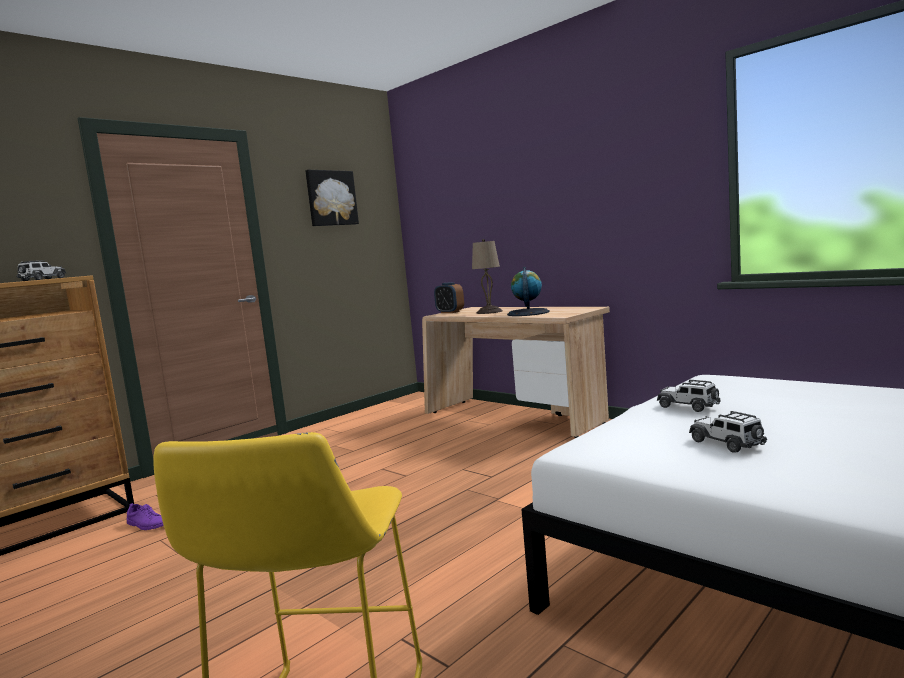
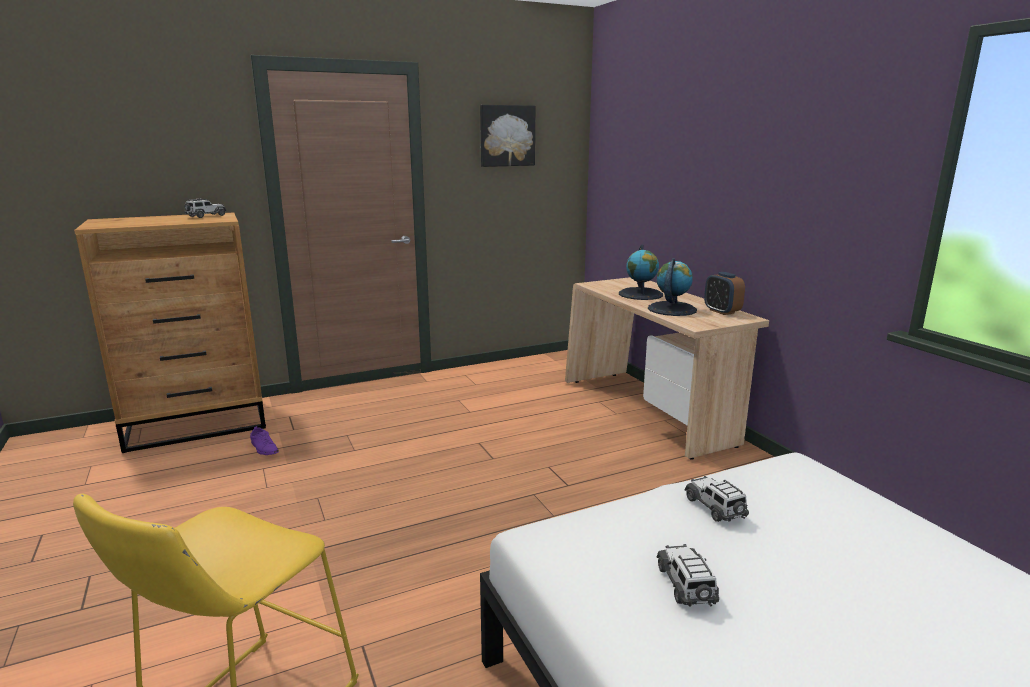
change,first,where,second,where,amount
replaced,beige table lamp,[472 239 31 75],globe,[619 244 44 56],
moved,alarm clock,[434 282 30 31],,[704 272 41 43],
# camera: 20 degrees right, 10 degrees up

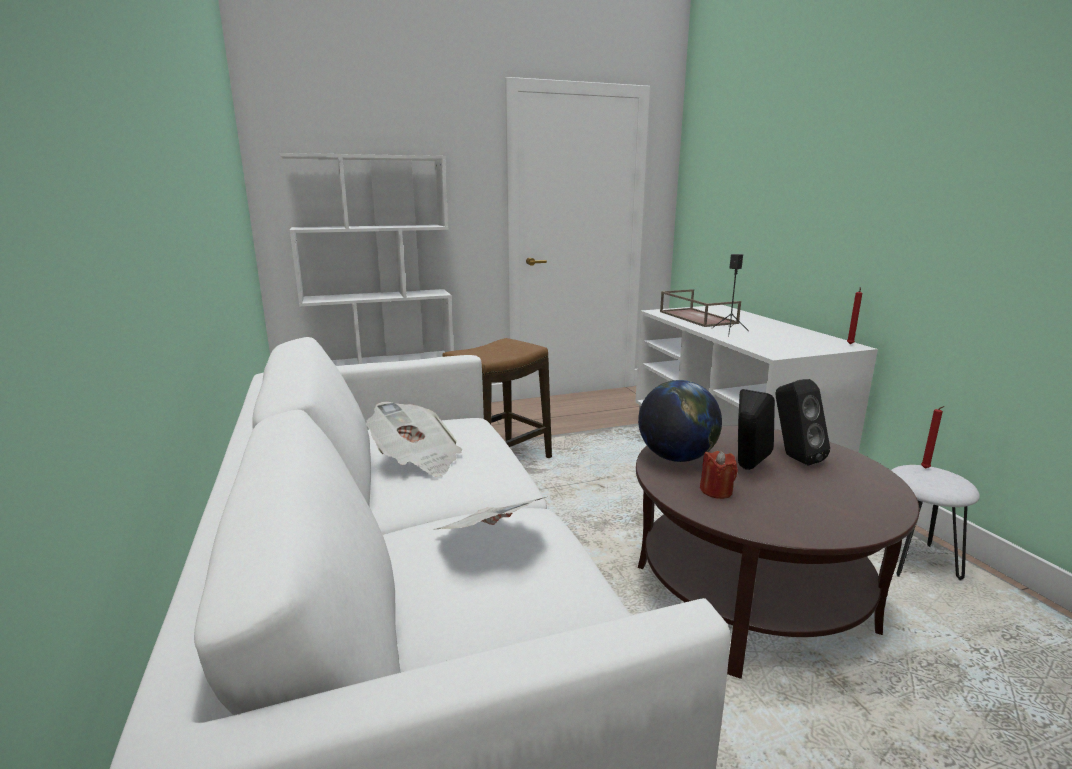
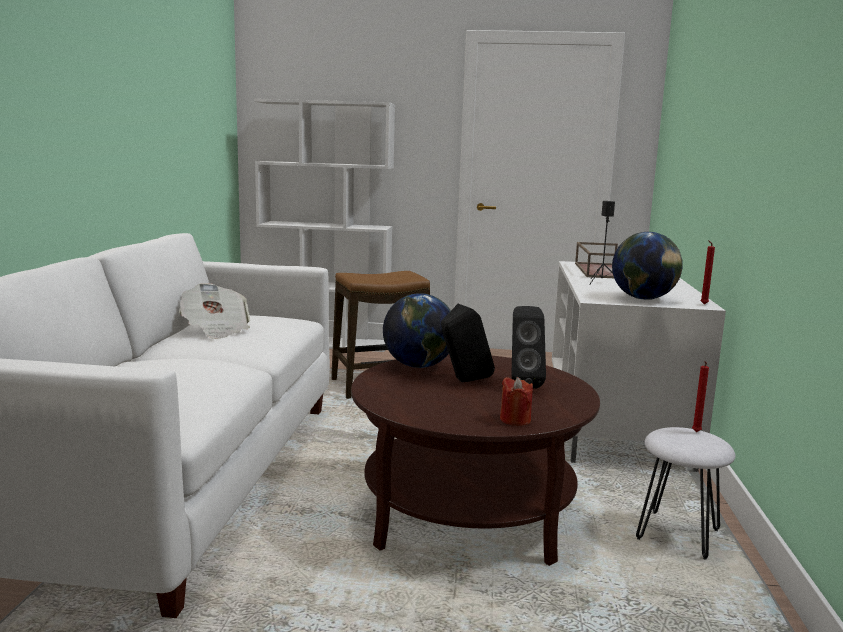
change,first,where,second,where,amount
moved,red candle,[700 451 38 48],,[500 377 33 49],
added,,,globe,[612 232 71 68],
removed,newspaper,[435 497 111 33],,,
# camera: 25 degrees right, 5 degrees down

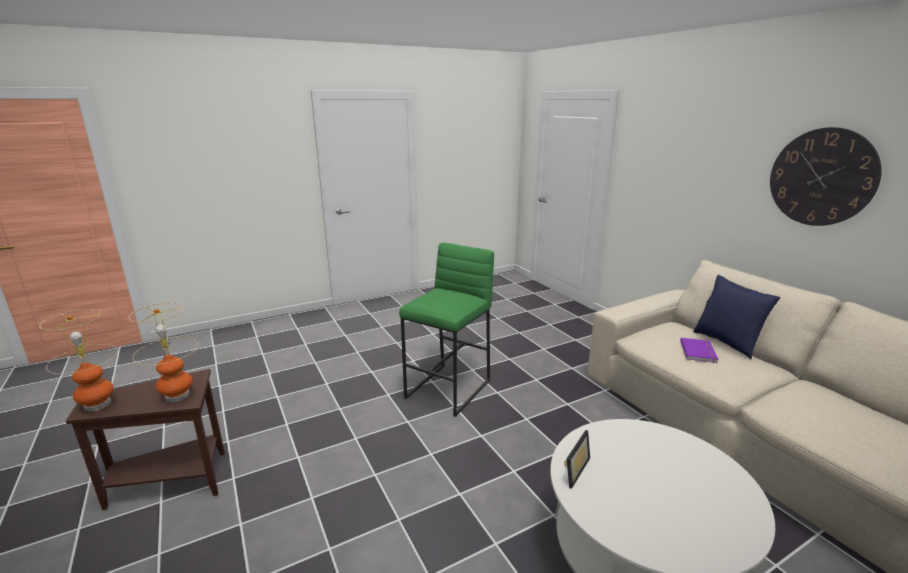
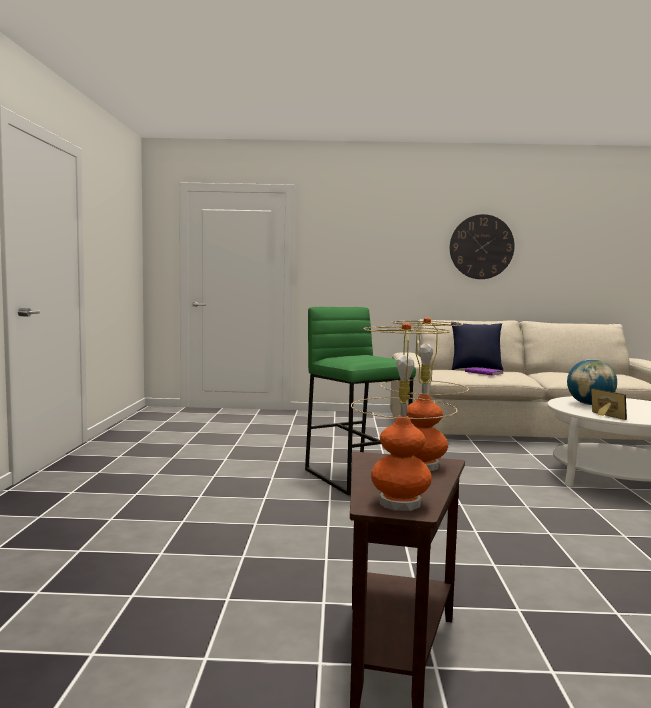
change,first,where,second,where,amount
added,,,globe,[567 359 50 46],
# camera: 60 degrees left, 15 degrees down

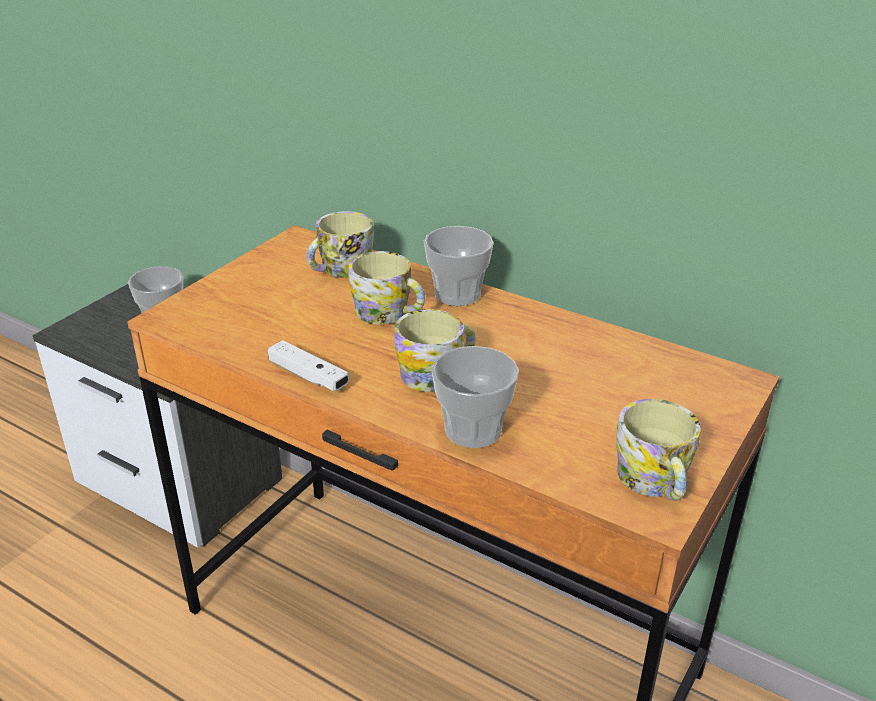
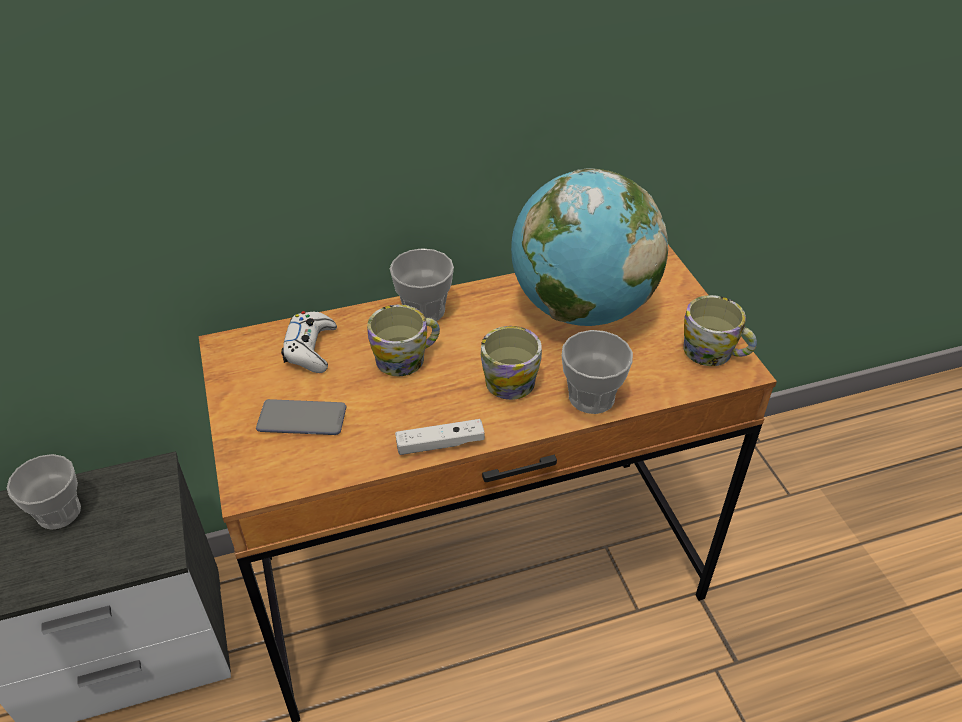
change,first,where,second,where,amount
added,,,phone,[256 399 90 36],
replaced,mug,[307 211 67 67],white game controller,[281 311 56 62],
added,,,globe,[511 168 157 158],
# camera: 50 degrees left, 10 degrees up

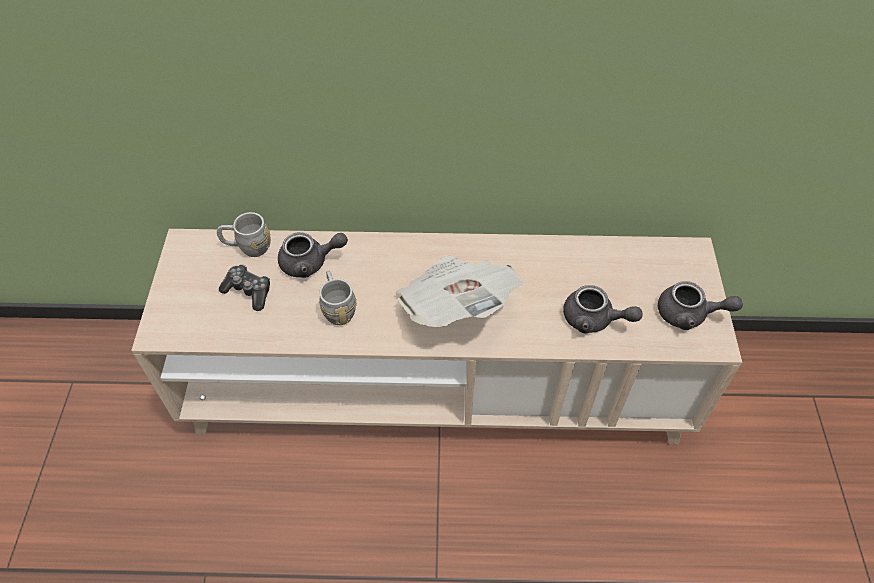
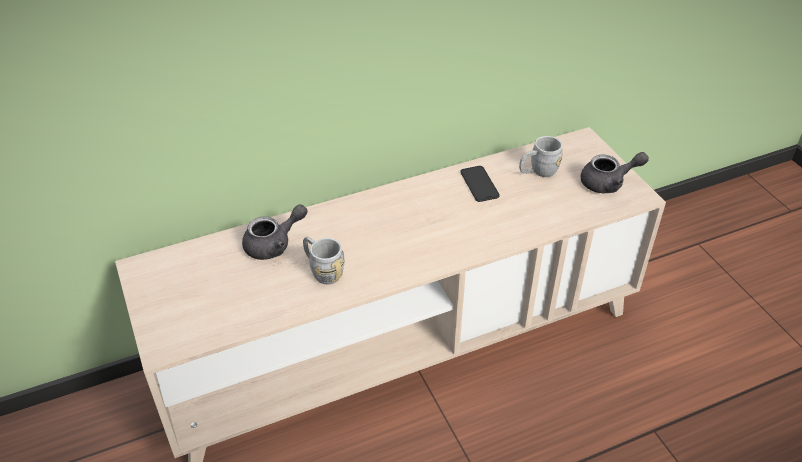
change,first,where,second,where,amount
added,,,phone,[460 166 40 36],
moved,grey mug,[217 212 54 45],,[519 136 44 41],
removed,game controller,[219 264 51 47],,,
removed,newspaper,[396 256 127 71],,,
removed,grey teapot,[563 285 80 49],,,
# camera: 25 degrees left, 10 degrees down

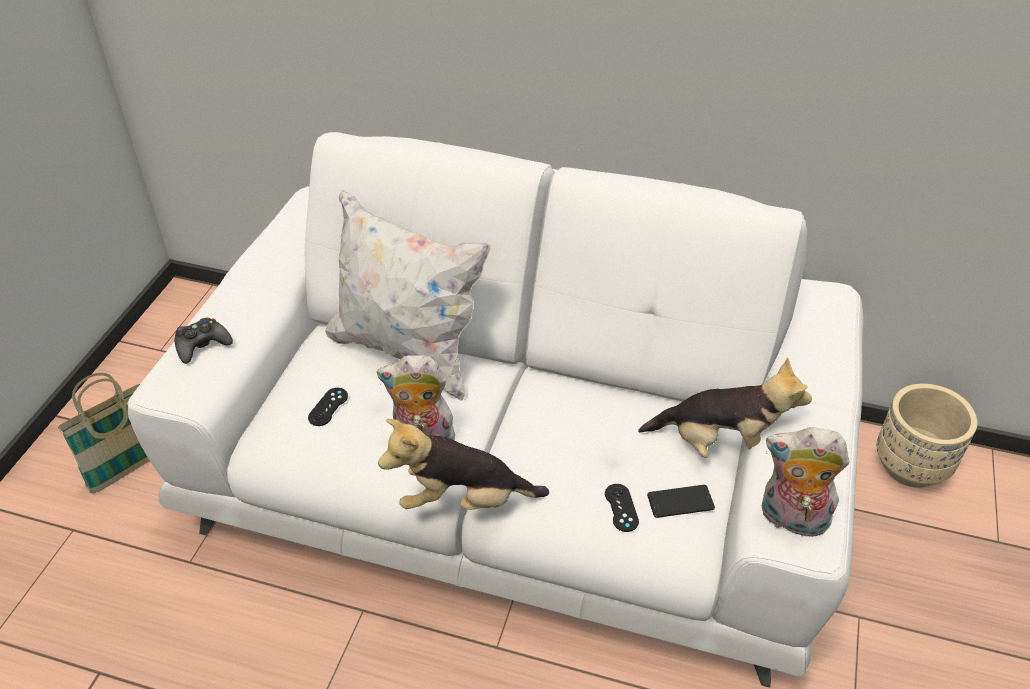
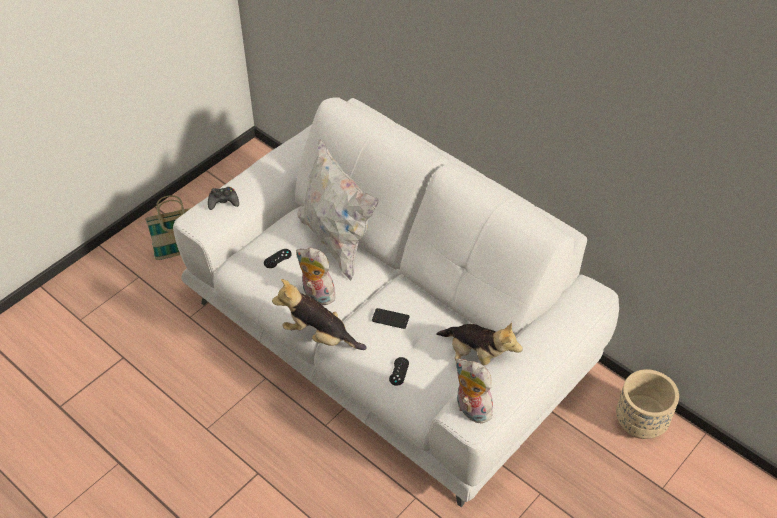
change,first,where,second,where,amount
moved,phone,[647 485 68 33],,[372 308 37 21],
# camera: 25 degrees right, 5 degrees up

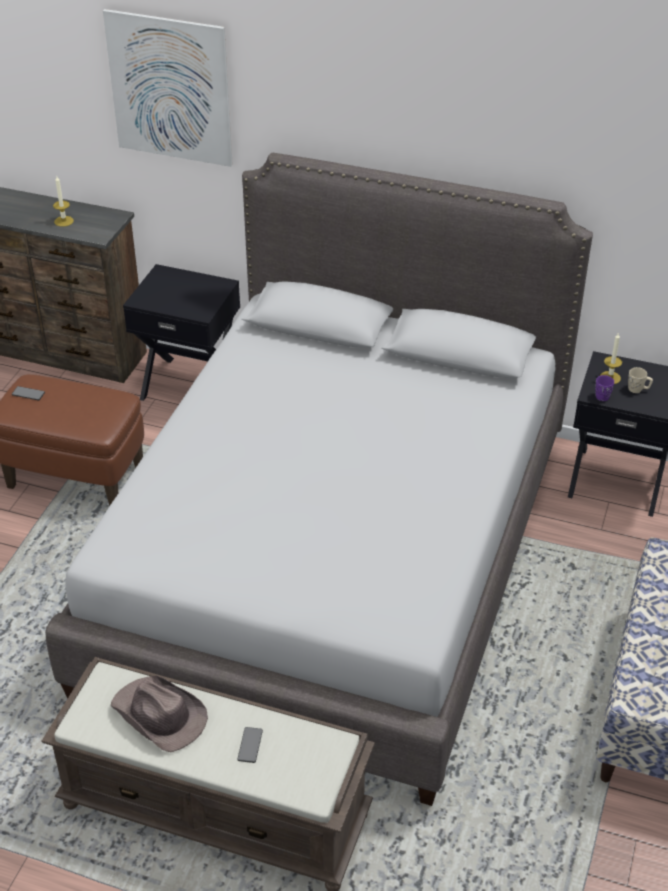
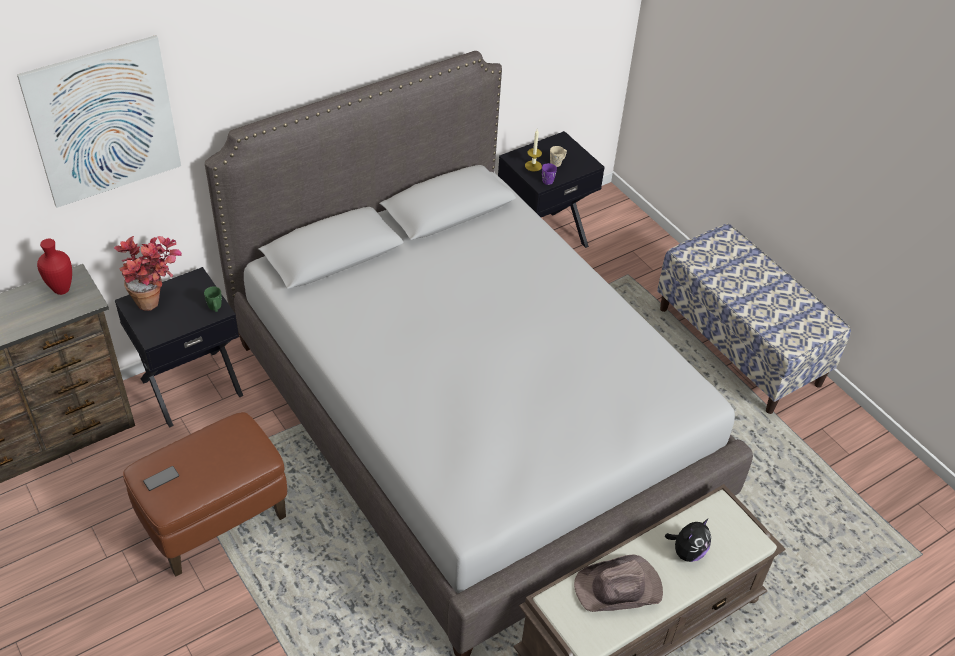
change,first,where,second,where,amount
added,,,red vase,[37 239 35 56],
added,,,potted plant,[114 236 68 75],
added,,,green mug,[204 286 18 26],
replaced,phone,[237 727 26 36],plush toy,[665 518 46 44],
removed,candle,[53 176 21 51],,,
# camera: 55 degrees left, 5 degrees up

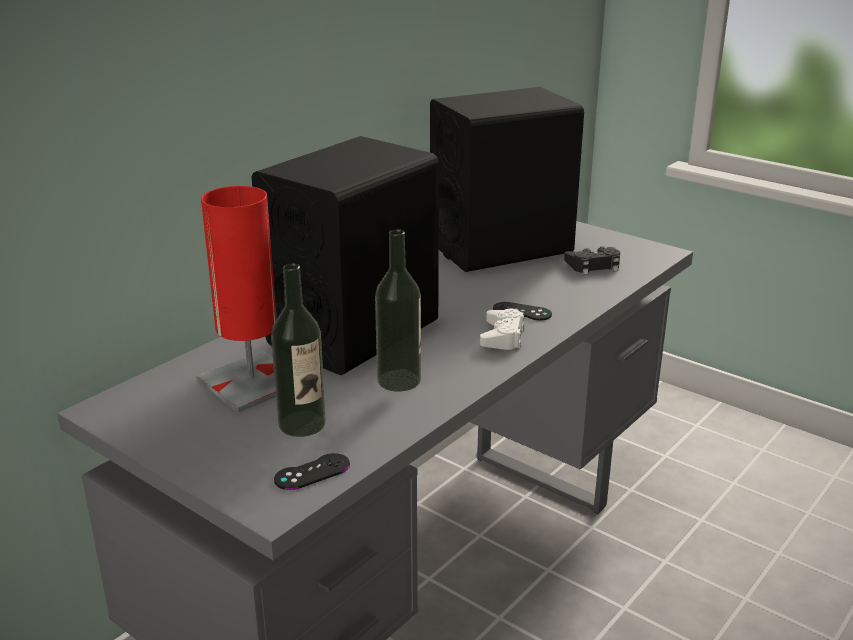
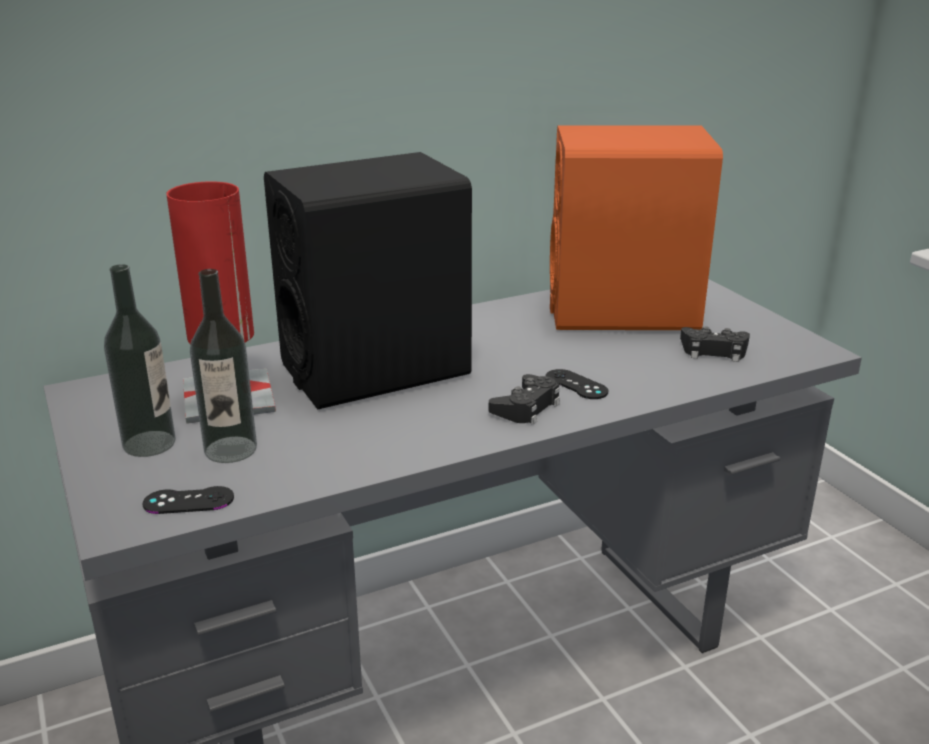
change,first,where,second,where,amount
moved,bottle,[375 229 46 163],,[104 264 72 193],
recoloured,white game controller,[480 309 45 41],black game controller,[489 374 71 51],
recoloured,black speaker,[430 87 154 185],orange speaker,[550 125 173 205],
# camera: 25 degrees right, 0 degrees up

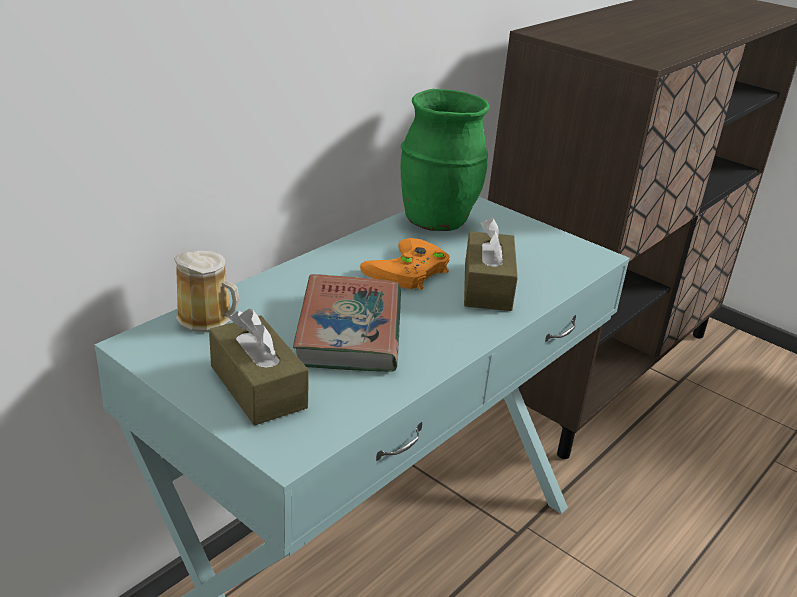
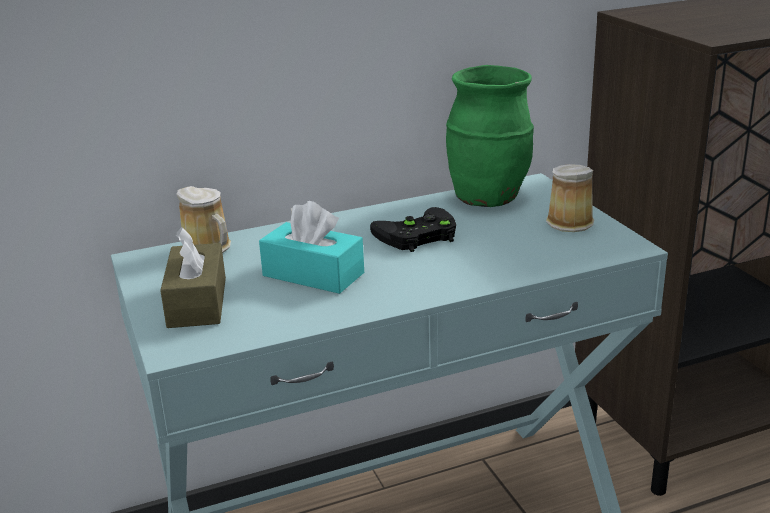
change,first,where,second,where,amount
replaced,book,[293 274 108 98],turquoise tissue box,[259 201 105 93],
recoloured,orange game controller,[360 238 90 52],black game controller,[370 207 86 45],
added,,,mug,[546 164 48 68],
removed,brown tissue box,[464 218 54 93],,,
# camera: 30 degrees right, 5 degrees down

